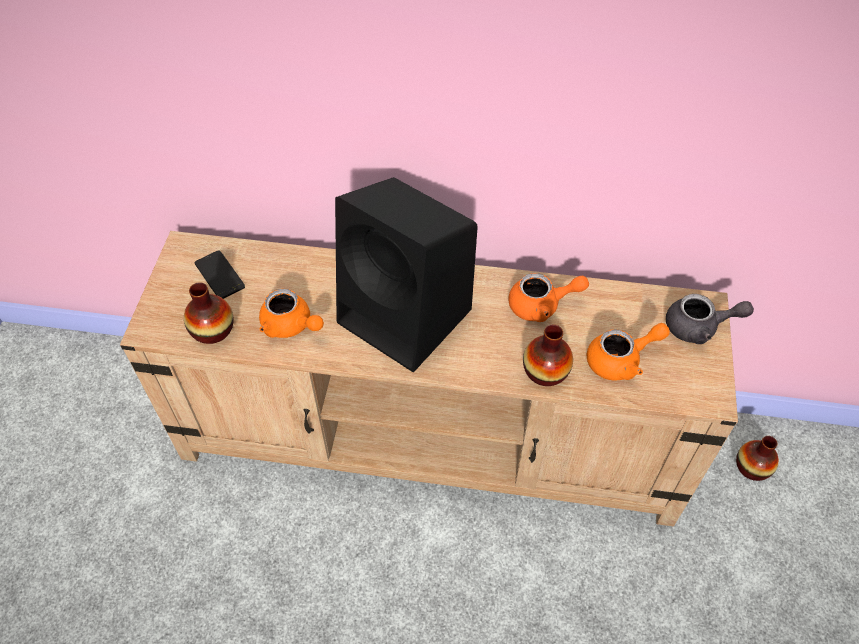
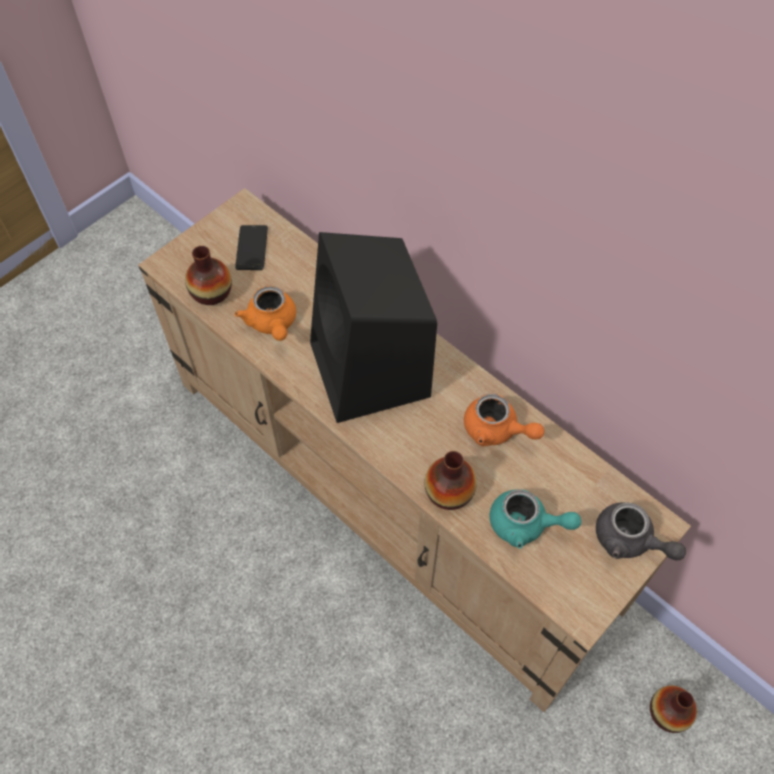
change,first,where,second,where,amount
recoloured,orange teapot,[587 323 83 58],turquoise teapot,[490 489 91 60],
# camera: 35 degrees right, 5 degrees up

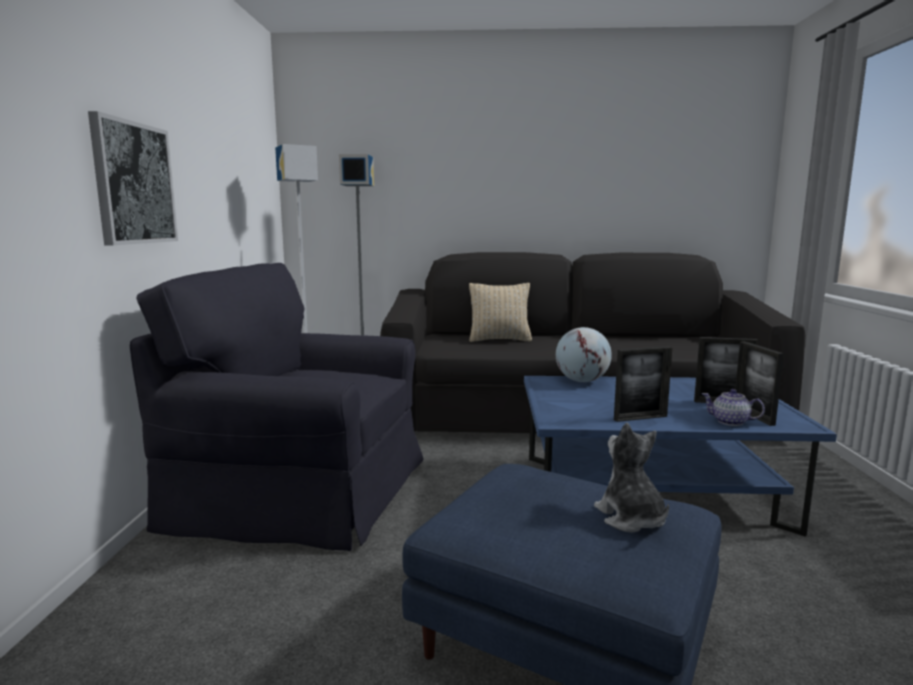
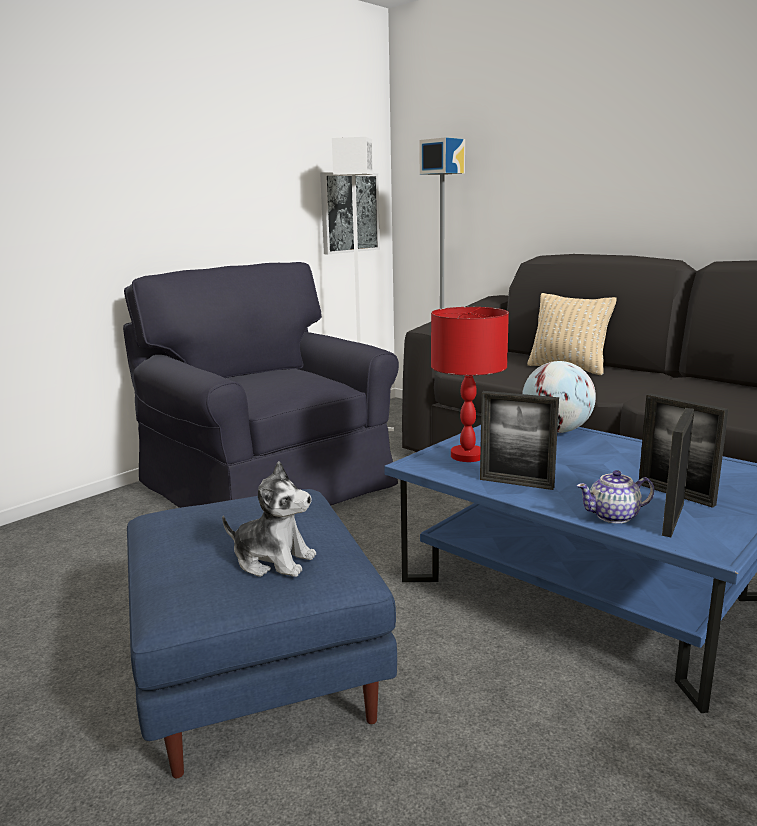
change,first,where,second,where,amount
turned,plush toy,[594 423 75 110],,[222 461 94 116],90 degrees clockwise
moved,picture,[88 111 90 134],,[320 172 60 82],
added,,,red table lamp,[431 307 78 155],
turned,teapot,[702 389 63 37],,[577 470 77 53],75 degrees counterclockwise
# camera: 40 degrees right, 5 degrees up

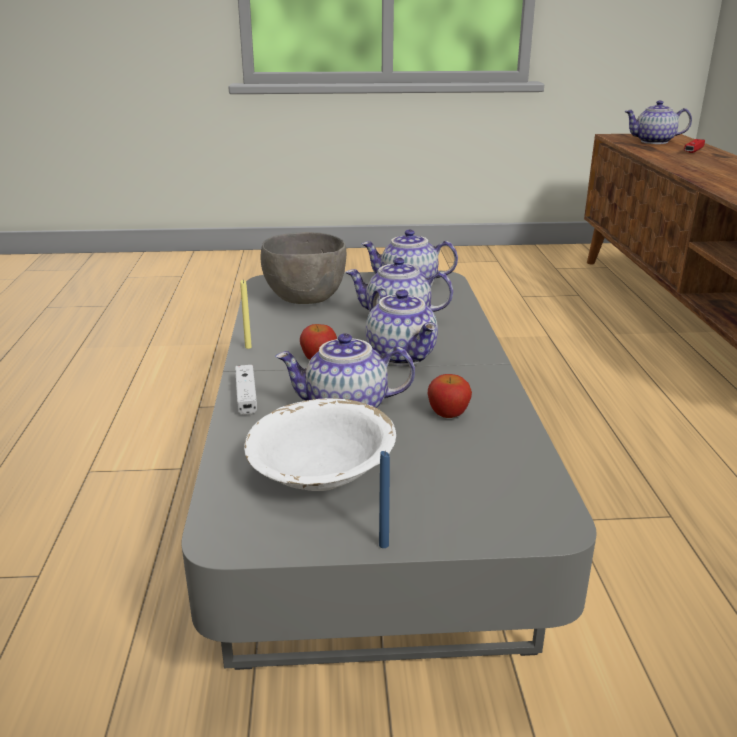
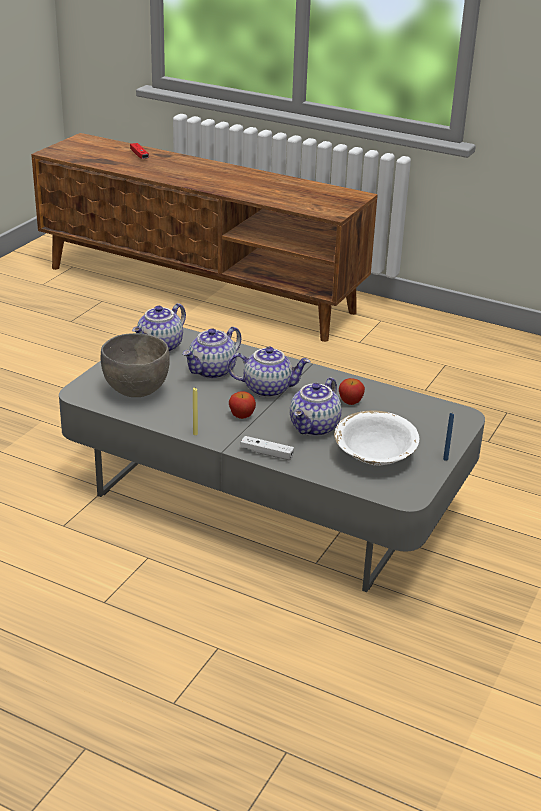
change,first,where,second,where,amount
removed,teapot,[624 100 68 44],,,
# camera: 60 degrees left, 5 degrees up

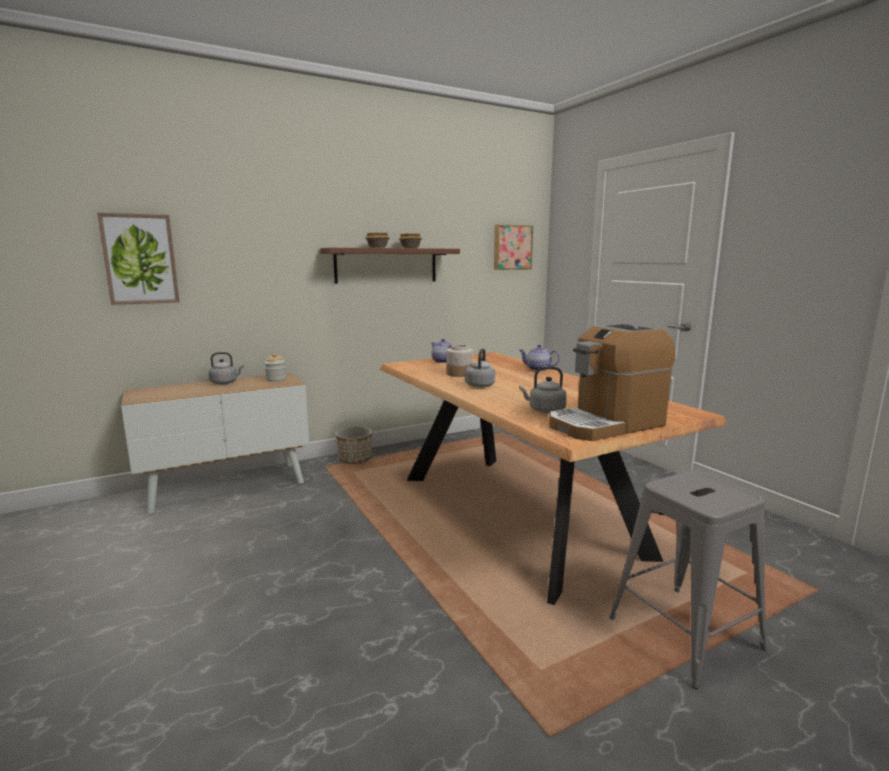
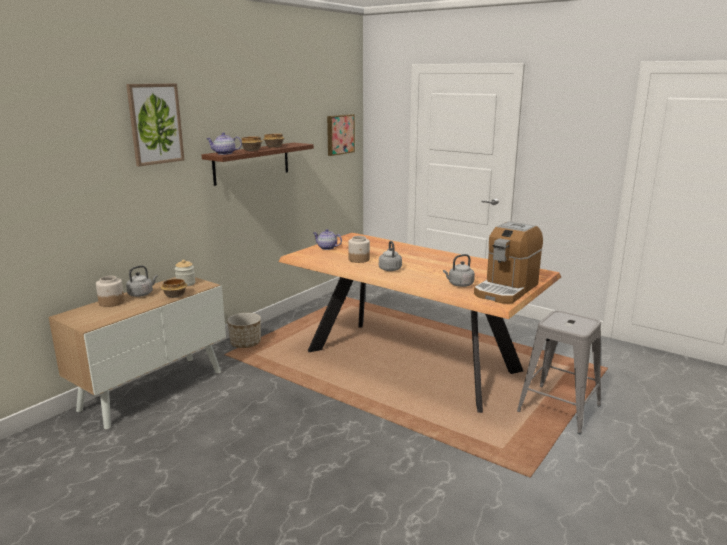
change,first,where,second,where,amount
added,,,jar,[96 276 29 31],
moved,picture,[97 213 83 92],,[126 83 58 83],
added,,,bowl,[161 278 26 20],
moved,teapot,[519 345 41 26],,[206 133 36 22],
# camera: 25 degrees left, 5 degrees up

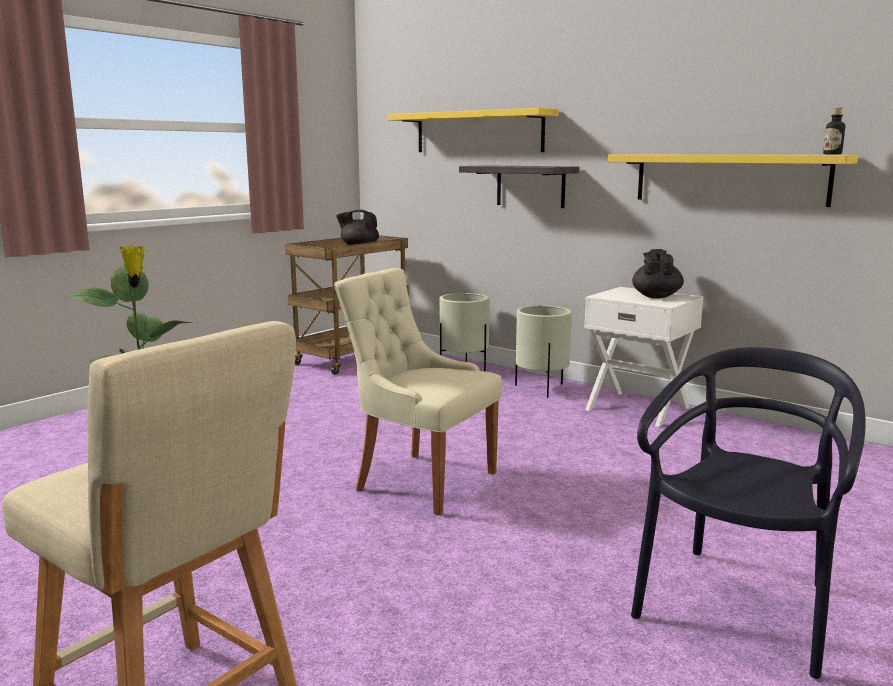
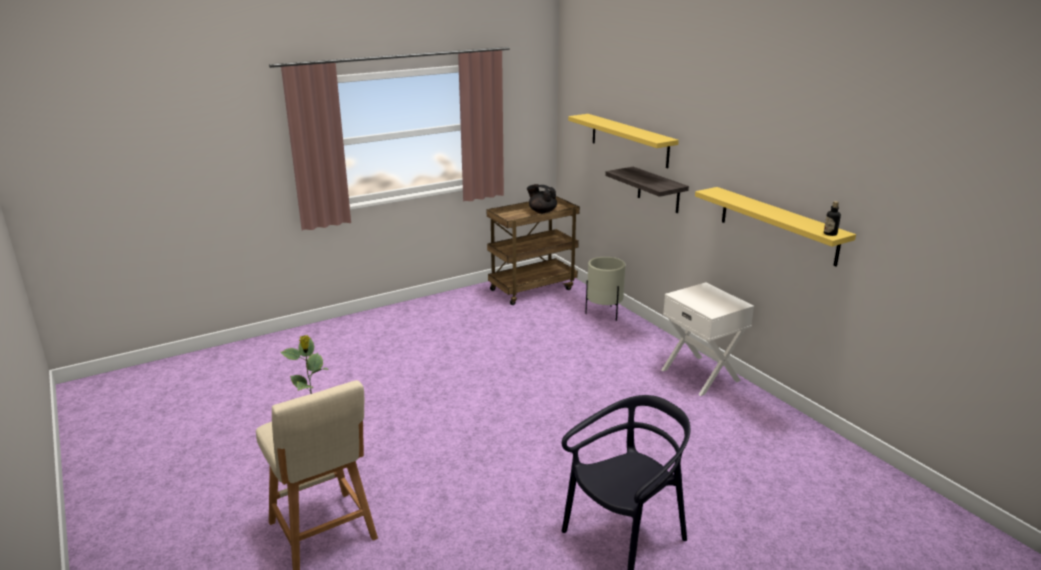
change,first,where,second,where,amount
removed,beige chair,[334 268 168 247],,,
removed,beige planter,[515 305 57 93],,,
removed,black teapot,[632 249 52 49],,,
# camera: 20 degrees right, 10 degrees up

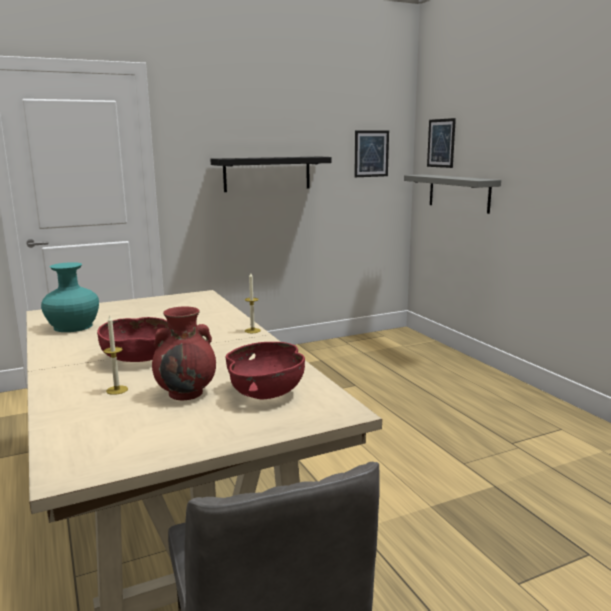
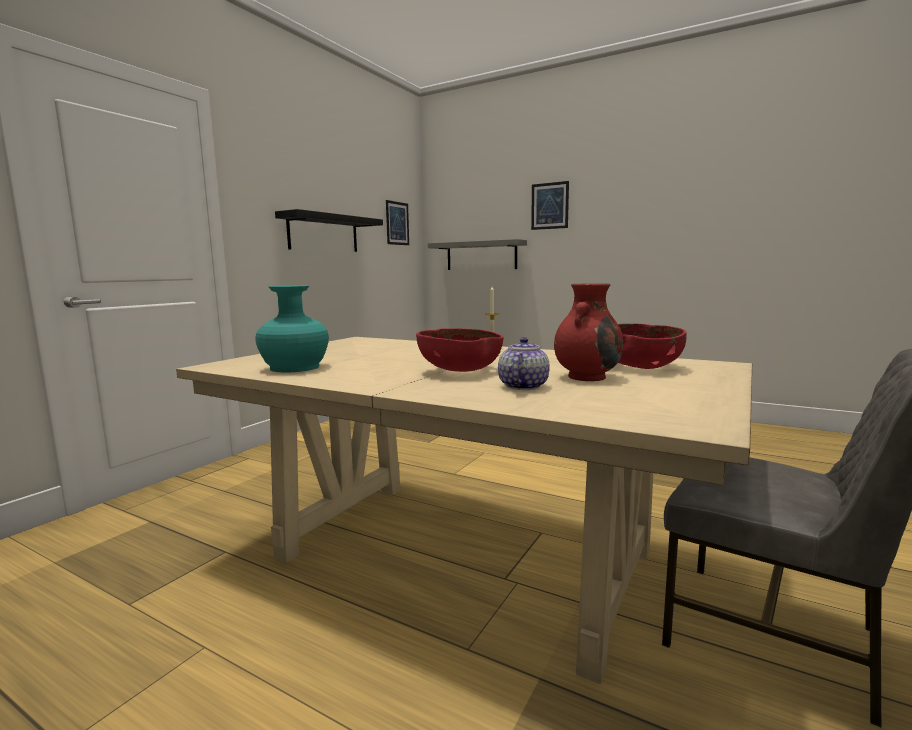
change,first,where,second,where,amount
replaced,candle,[104 315 24 80],teapot,[498 337 52 53],
moved,picture,[427 118 29 50],,[531 181 38 49],
# camera: 35 degrees left, 5 degrees down

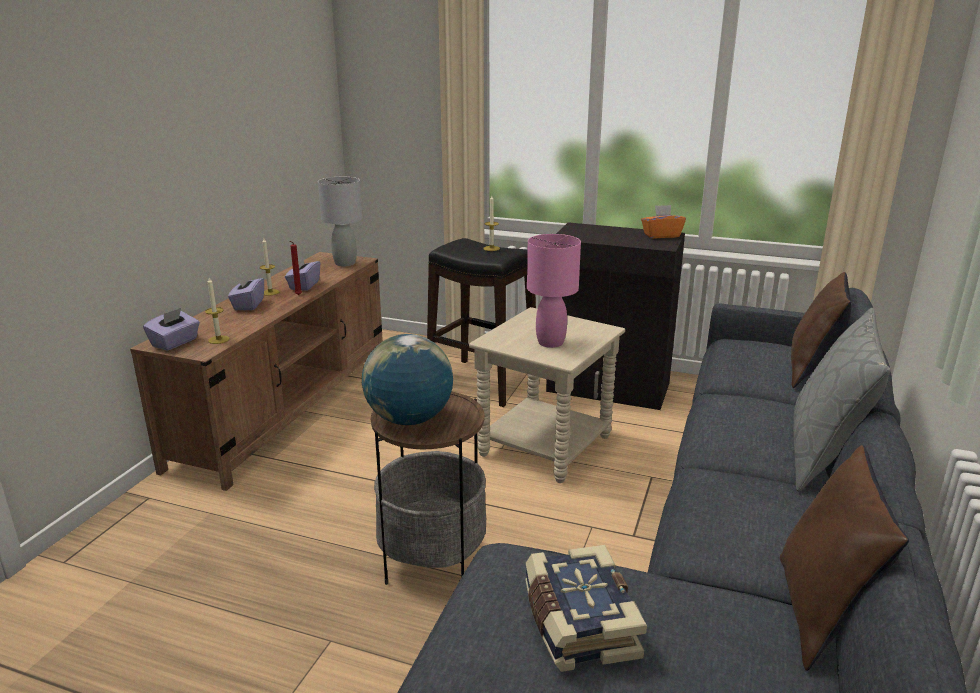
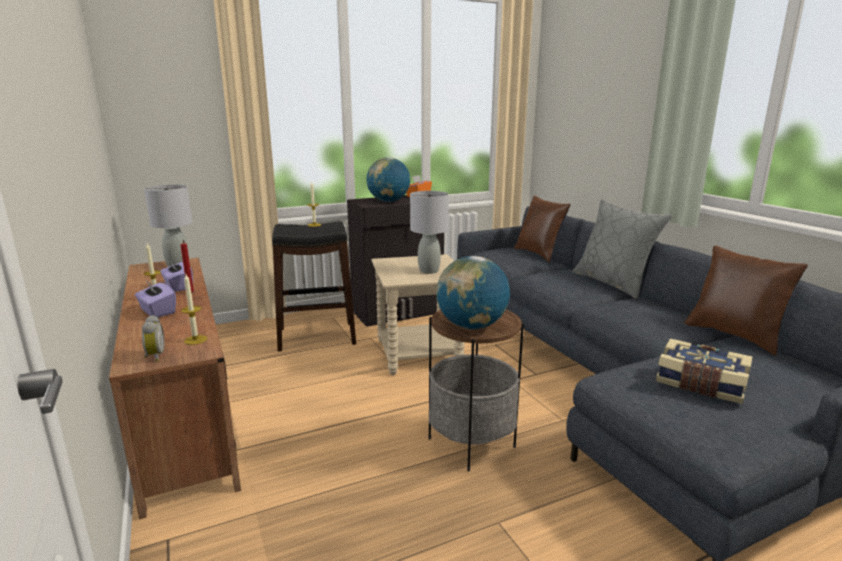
change,first,where,second,where,amount
replaced,purple tissue box,[143 308 57 43],alarm clock,[142 315 22 46],
added,,,globe,[367 157 43 45],
recoloured,pink table lamp,[527 234 54 114],grey table lamp,[410 191 39 83],
# camera: 45 degrees left, 5 degrees down

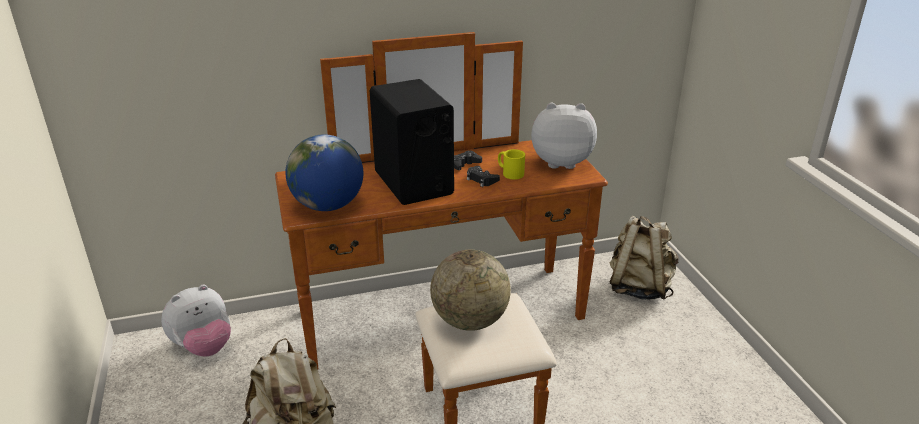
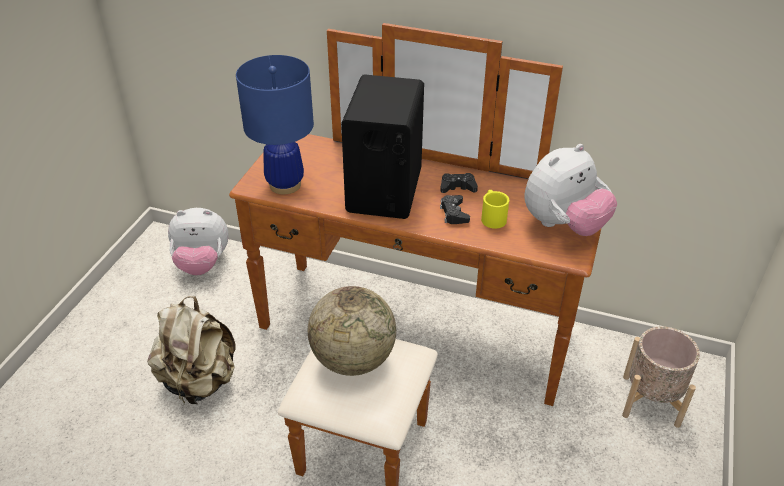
change,first,where,second,where,amount
replaced,globe,[285 134 78 77],blue table lamp,[236 55 78 139],
turned,plush toy,[531 103 66 66],,[524 144 93 92],105 degrees clockwise
replaced,beige backpack,[610 216 68 84],beige planter,[622 326 78 102],
# camera: 35 degrees right, 10 degrees up

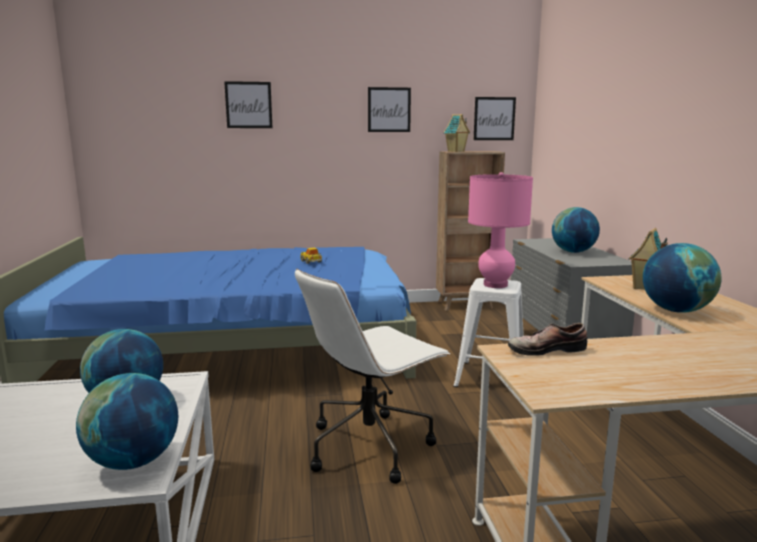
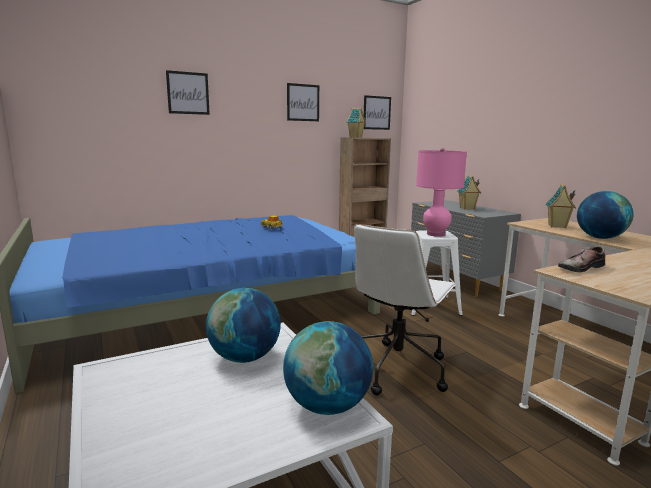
change,first,where,second,where,amount
replaced,globe,[552 207 48 46],toy house,[457 175 24 35],
# camera: 20 degrees left, 0 degrees up

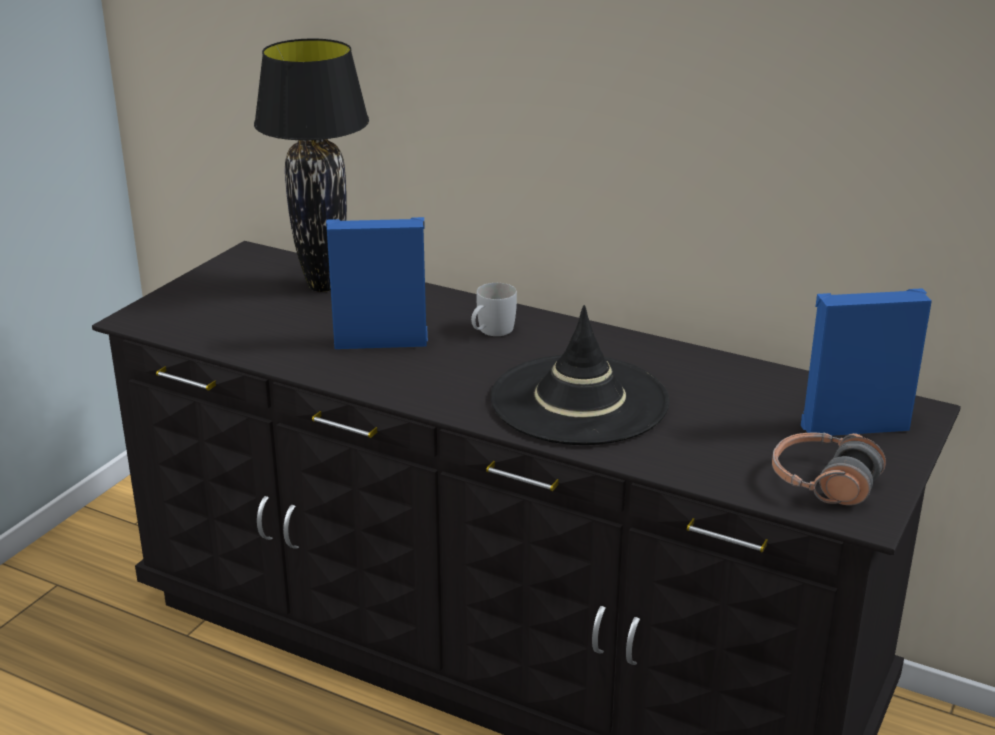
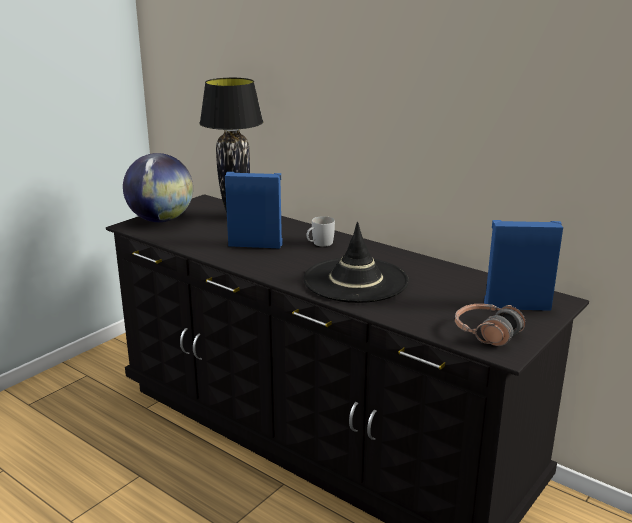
change,first,where,second,where,amount
added,,,globe,[123 153 70 69],
# camera: 10 degrees right, 5 degrees down

